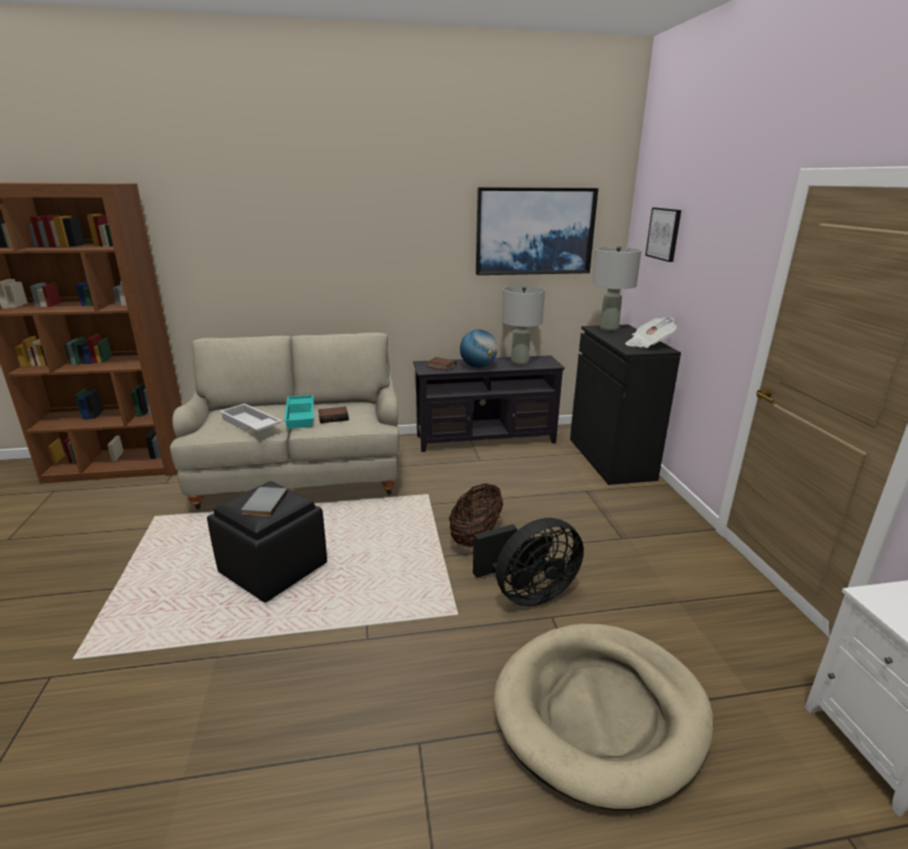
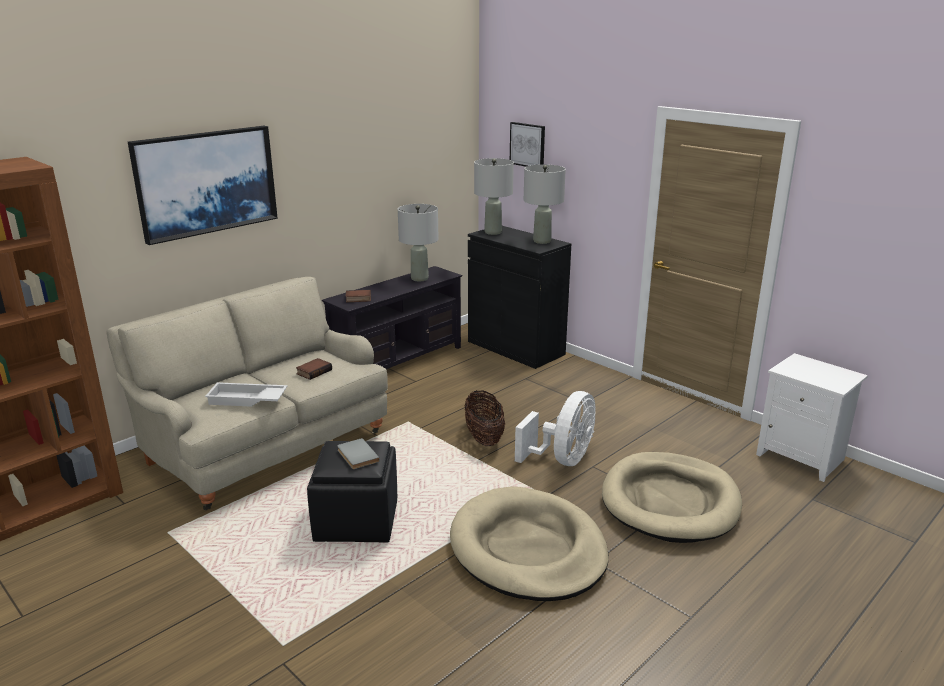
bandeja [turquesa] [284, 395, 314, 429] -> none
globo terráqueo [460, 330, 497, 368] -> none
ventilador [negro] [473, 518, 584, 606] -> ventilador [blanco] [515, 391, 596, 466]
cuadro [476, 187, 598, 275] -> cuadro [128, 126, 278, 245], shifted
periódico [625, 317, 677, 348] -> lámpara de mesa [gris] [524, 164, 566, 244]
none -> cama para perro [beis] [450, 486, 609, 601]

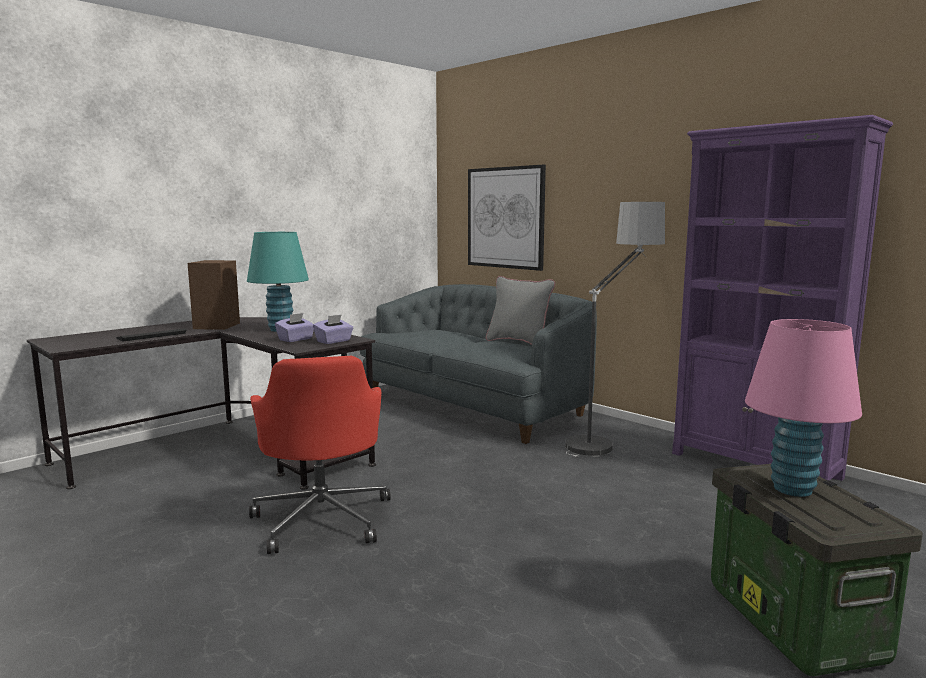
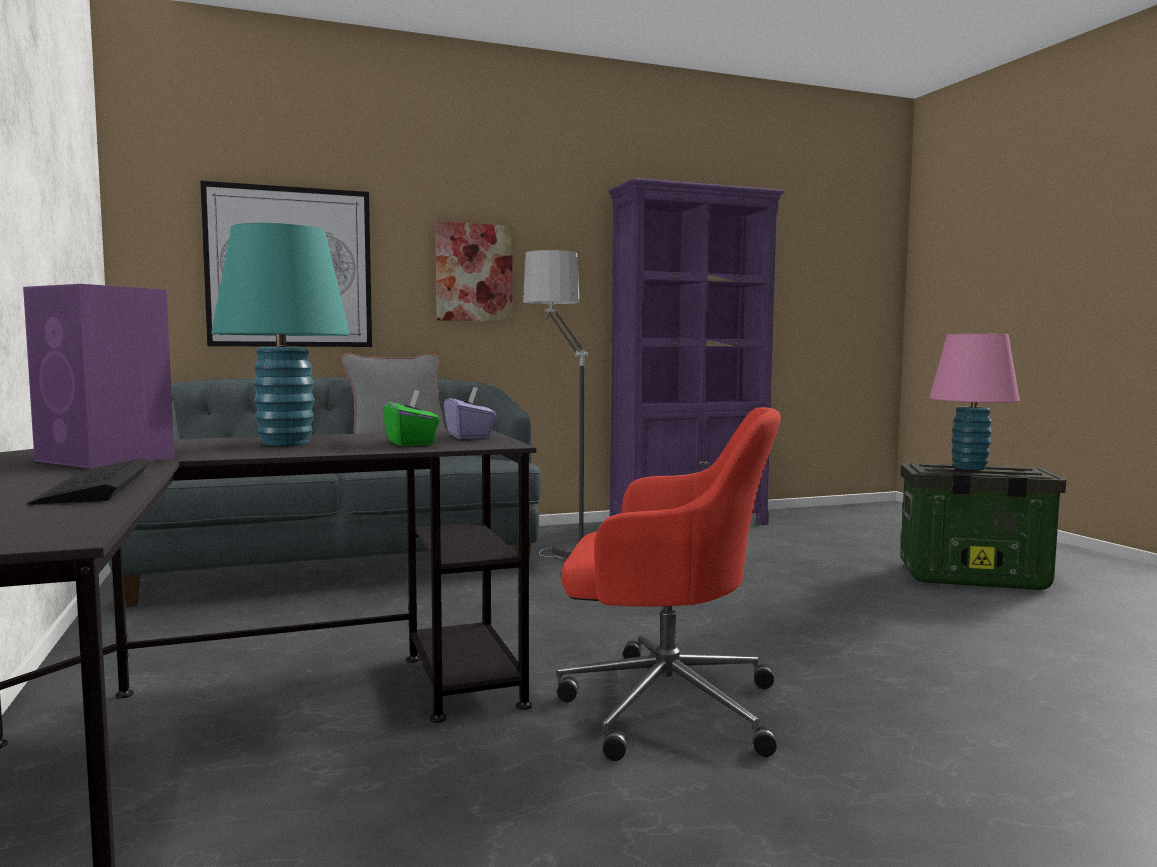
altavoz [marrón] [188, 260, 240, 330] -> altavoz [morado] [23, 284, 174, 469]
caja de pañuelos [morado] [275, 313, 314, 342] -> caja de pañuelos [verde] [383, 390, 439, 446]
none -> cuadro [435, 221, 512, 322]

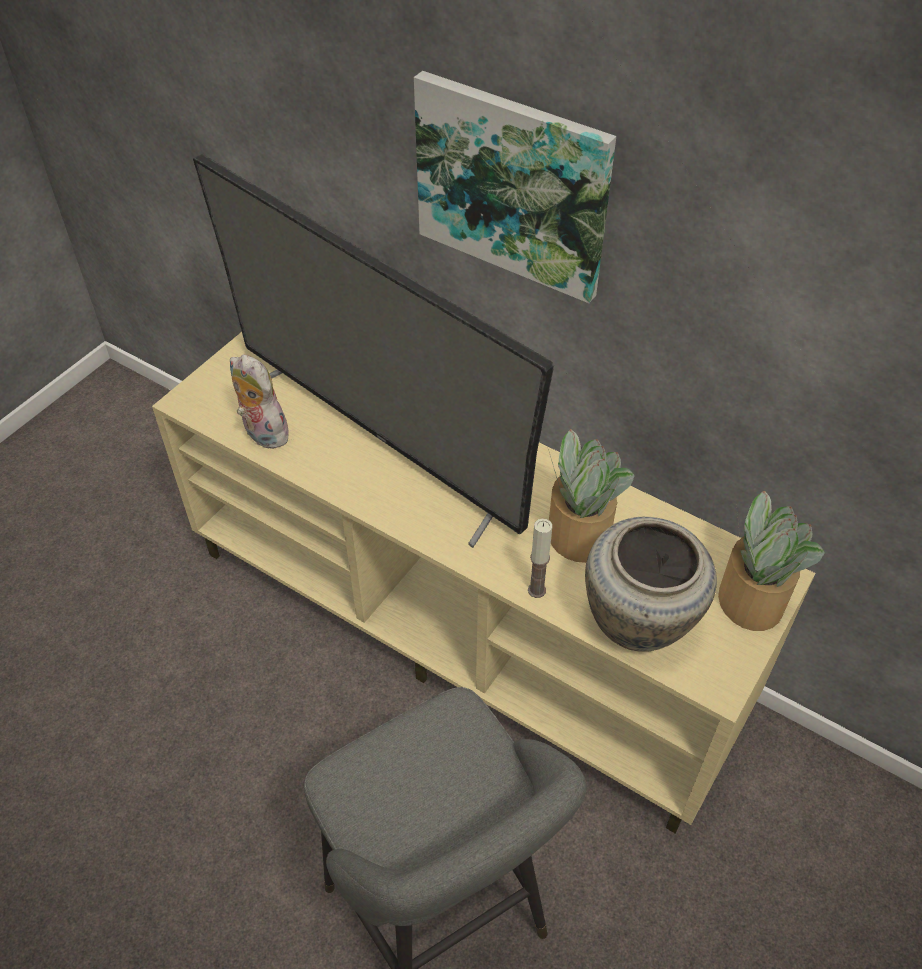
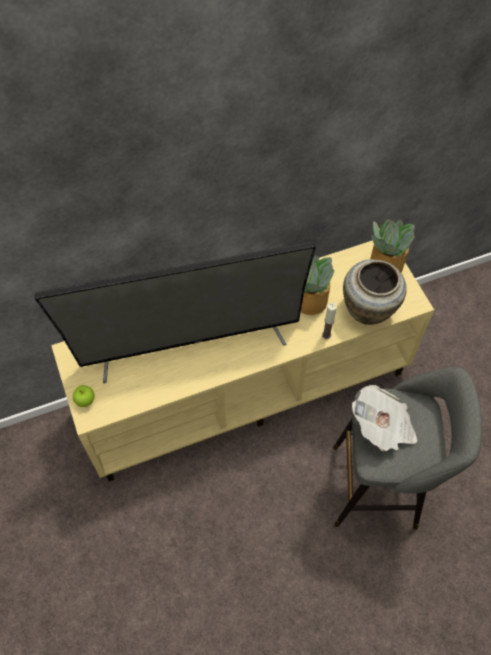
peluche [230, 355, 290, 449] -> none
cuadro [414, 71, 616, 303] -> none
none -> manzana [73, 385, 95, 407]
none -> periódico [352, 385, 417, 451]

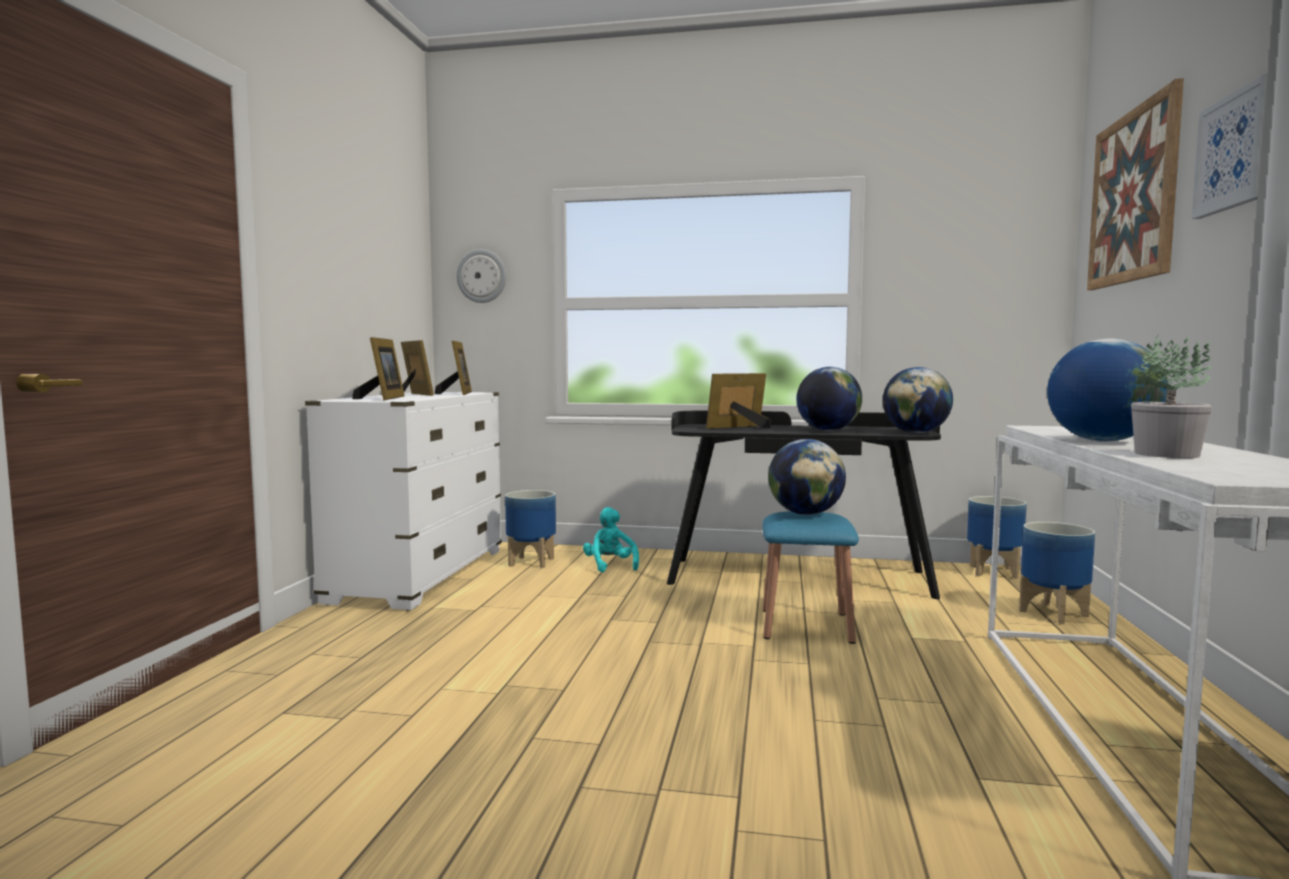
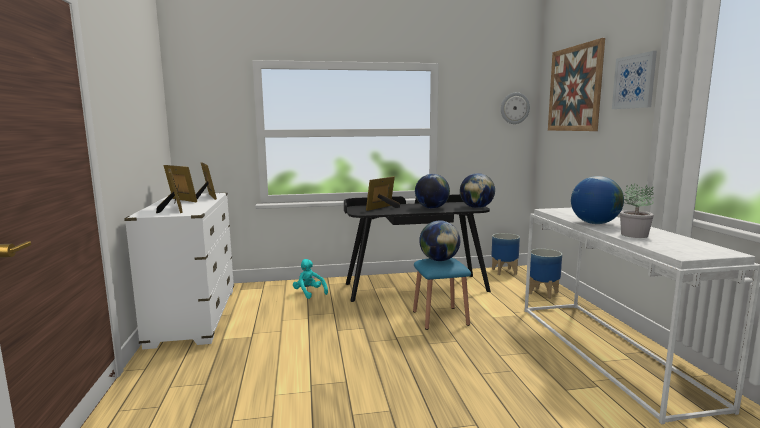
reloj de pared [456, 249, 506, 303] -> reloj de pared [501, 92, 530, 124], shifted
maceta [505, 490, 556, 568] -> none

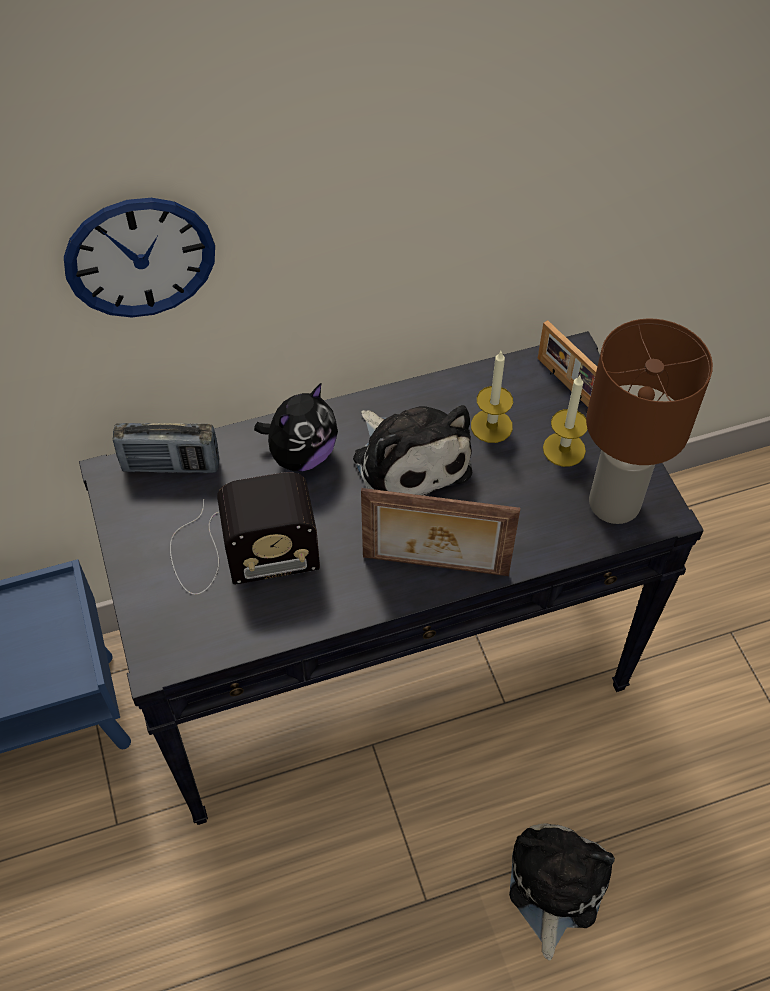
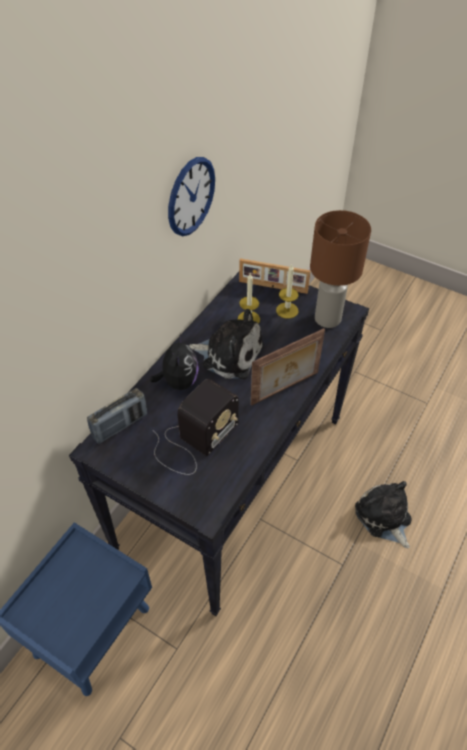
reloj de pared [64, 198, 215, 318] -> reloj de pared [168, 157, 215, 236], shifted

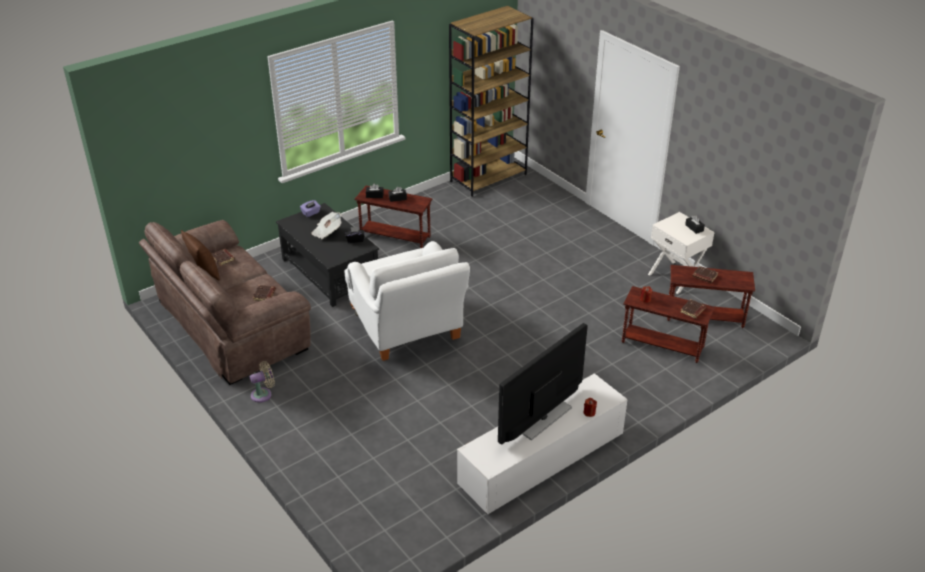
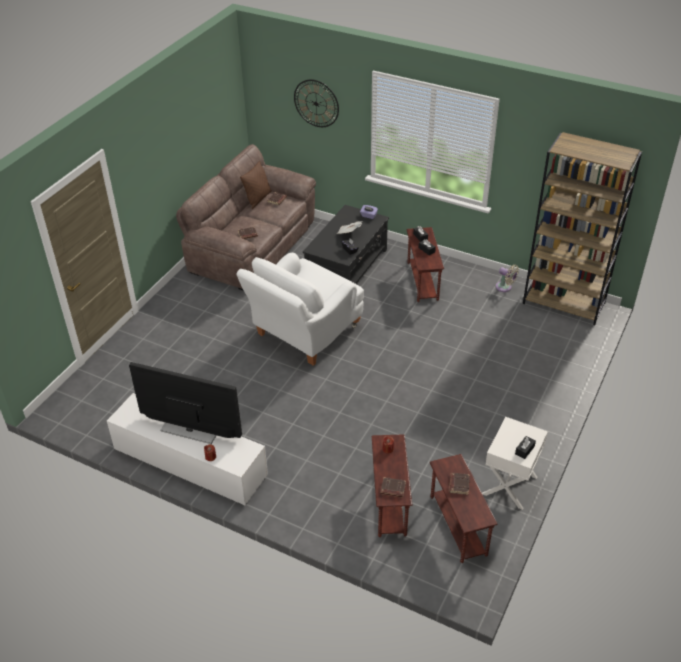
ventilador [beis] [250, 361, 275, 403] -> ventilador [beis] [495, 264, 519, 292], shifted
none -> reloj de pared [294, 79, 339, 127]

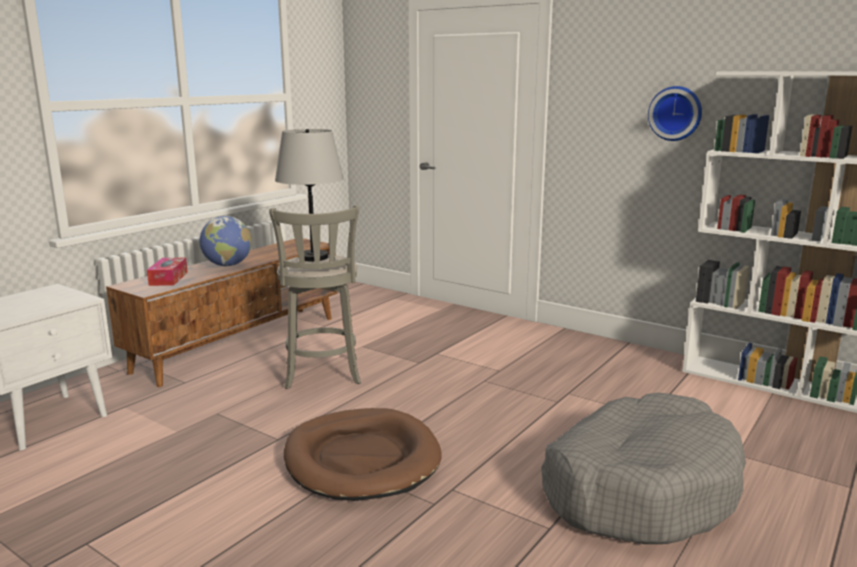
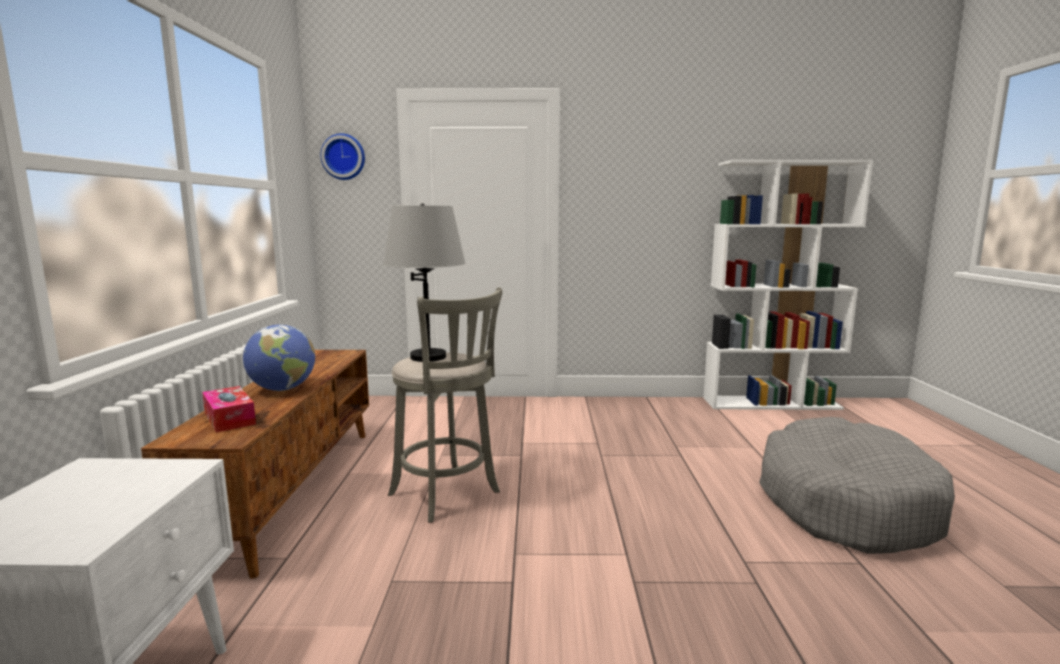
cama para perro [marrón] [284, 408, 442, 501] -> none
reloj de pared [648, 86, 702, 141] -> reloj de pared [321, 133, 365, 180], shifted

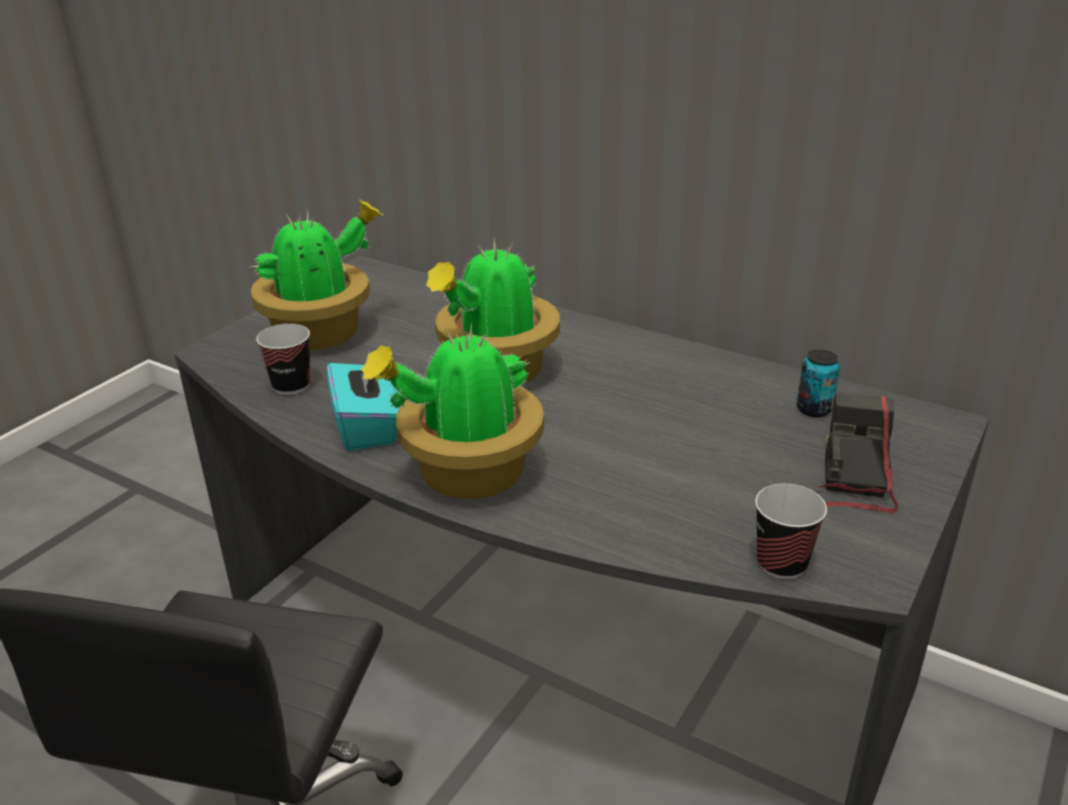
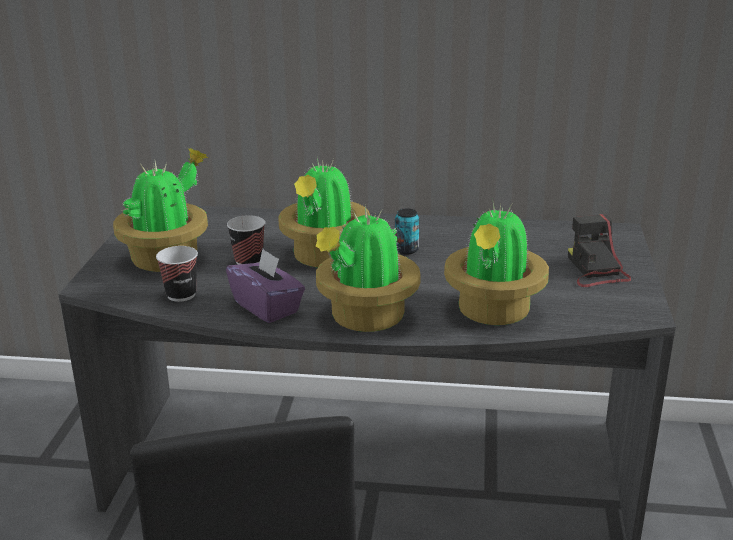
caja de pañuelos [turquesa] [327, 352, 400, 451] -> caja de pañuelos [morado] [226, 249, 305, 323]
taza [755, 484, 827, 580] -> taza [227, 215, 265, 265], shifted
lata [797, 350, 840, 417] -> lata [395, 208, 419, 255], shifted
none -> planta en maceta [444, 203, 549, 325]

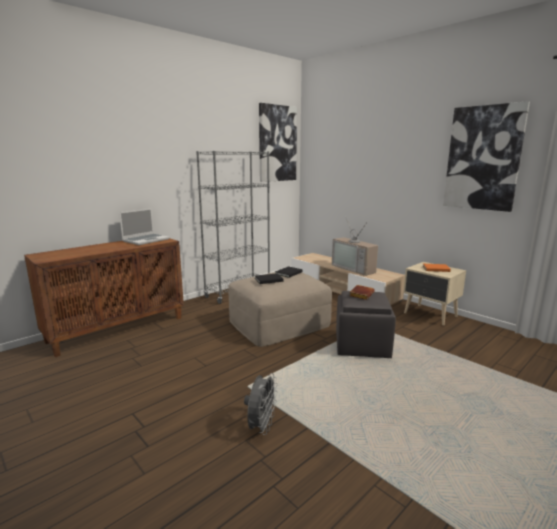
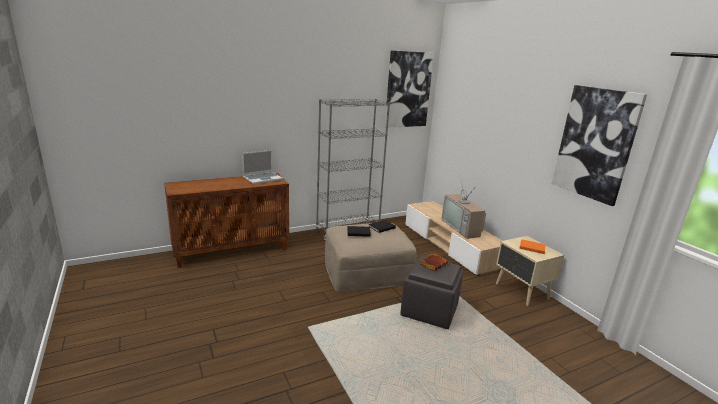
ventilador [gris] [244, 373, 278, 435] -> none

